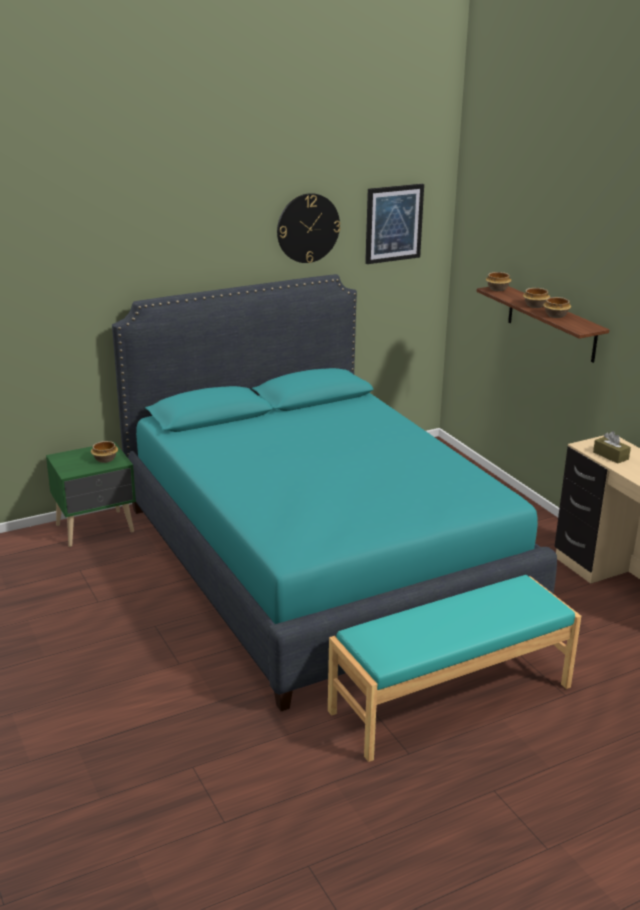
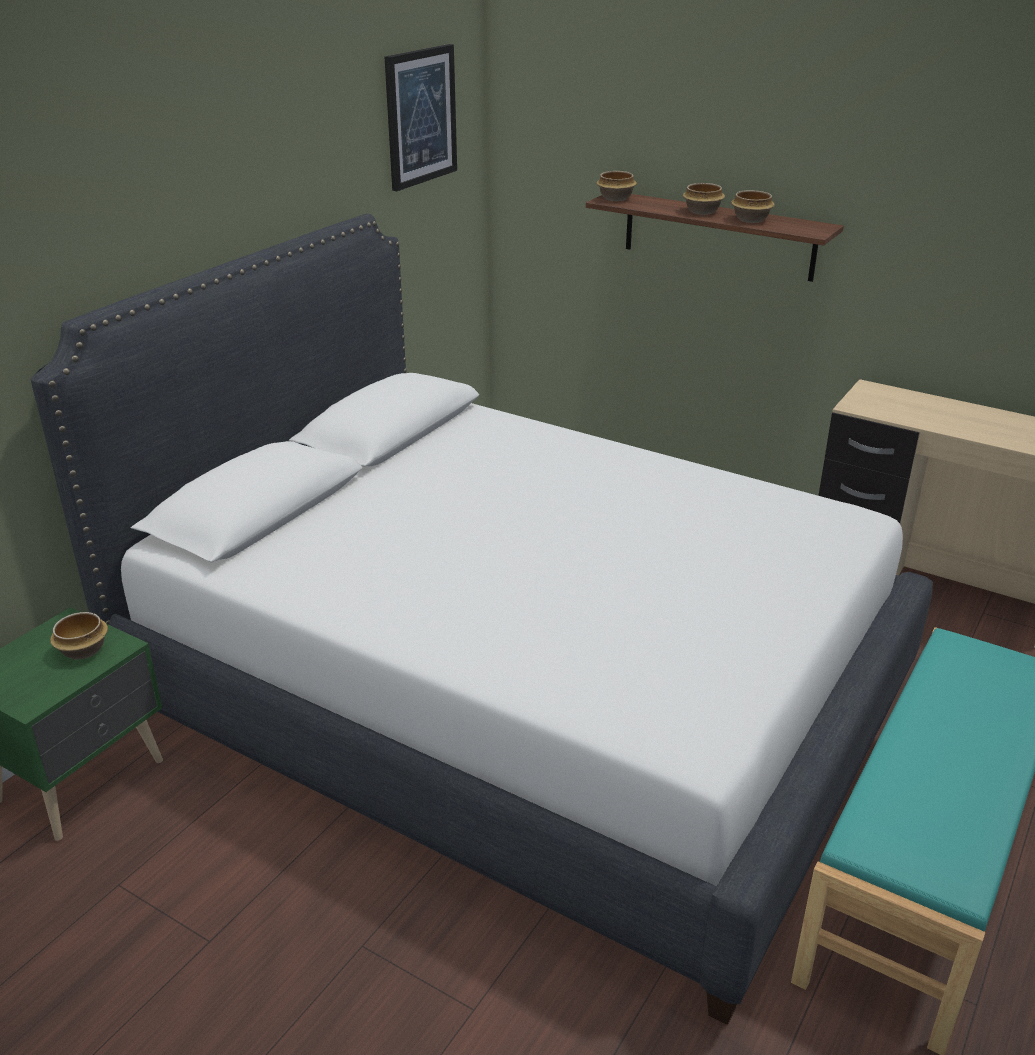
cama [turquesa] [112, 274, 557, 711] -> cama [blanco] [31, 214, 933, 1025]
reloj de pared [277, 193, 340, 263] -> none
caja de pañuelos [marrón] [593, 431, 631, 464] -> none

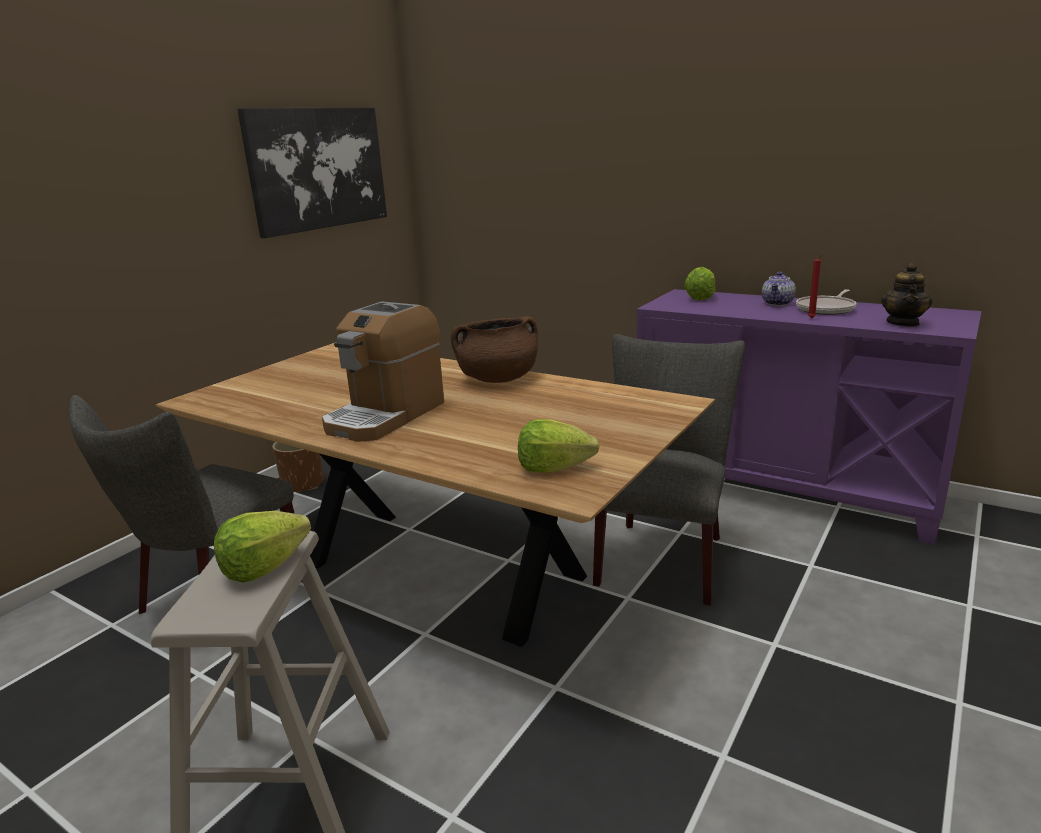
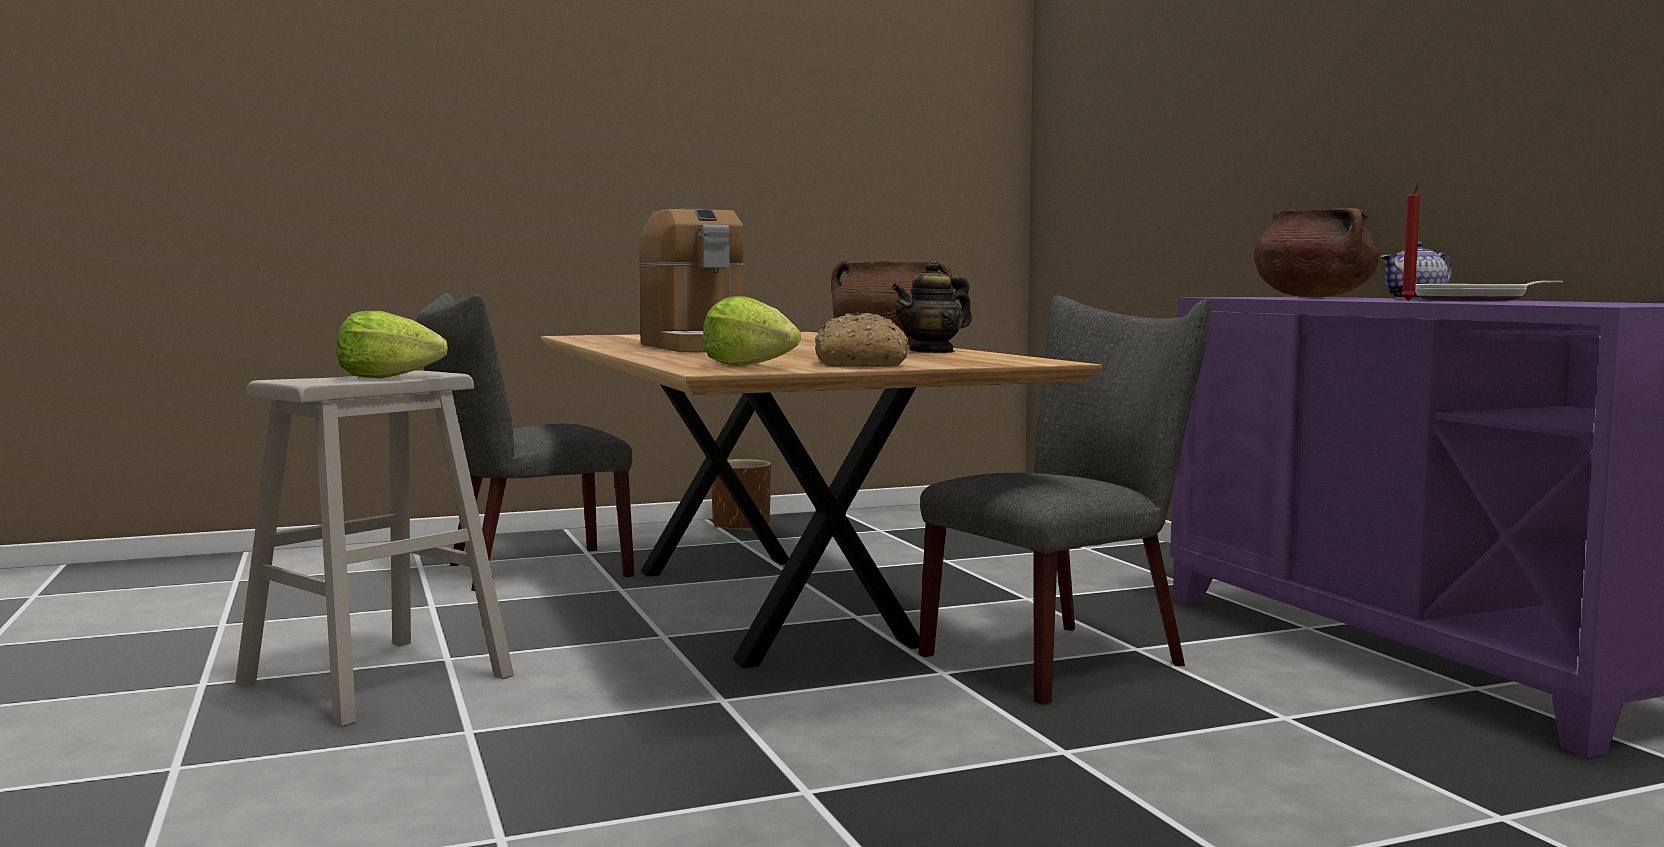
cuadro [237, 108, 387, 238] -> none
cafetera [322, 301, 444, 442] -> cafetera [639, 207, 745, 352], 90 degrees counterclockwise
lechuga [684, 267, 716, 300] -> olla [marrón] [1254, 208, 1379, 297]
tetera [881, 263, 932, 327] -> tetera [891, 259, 972, 353], shifted
none -> pan [815, 313, 909, 367]

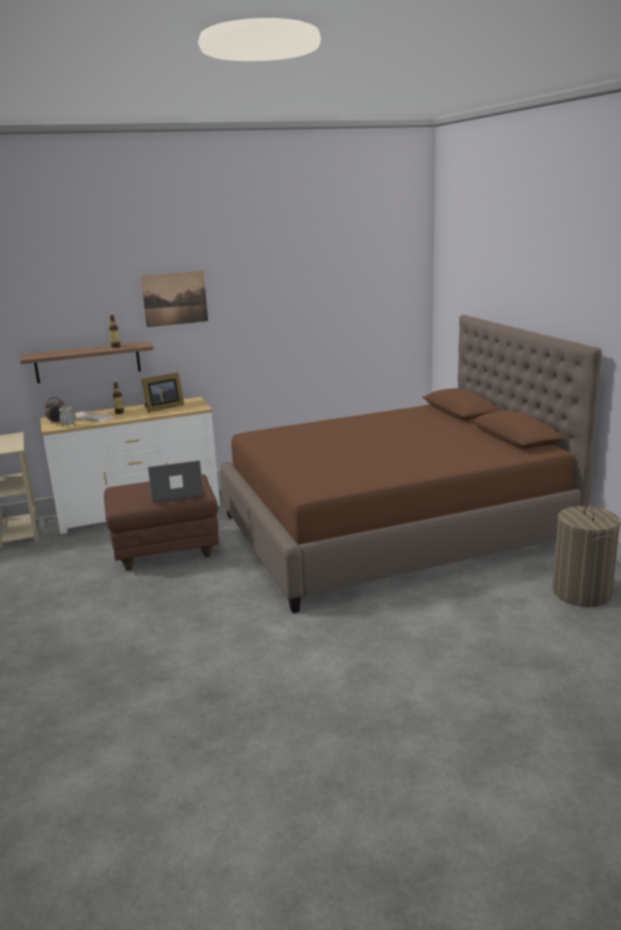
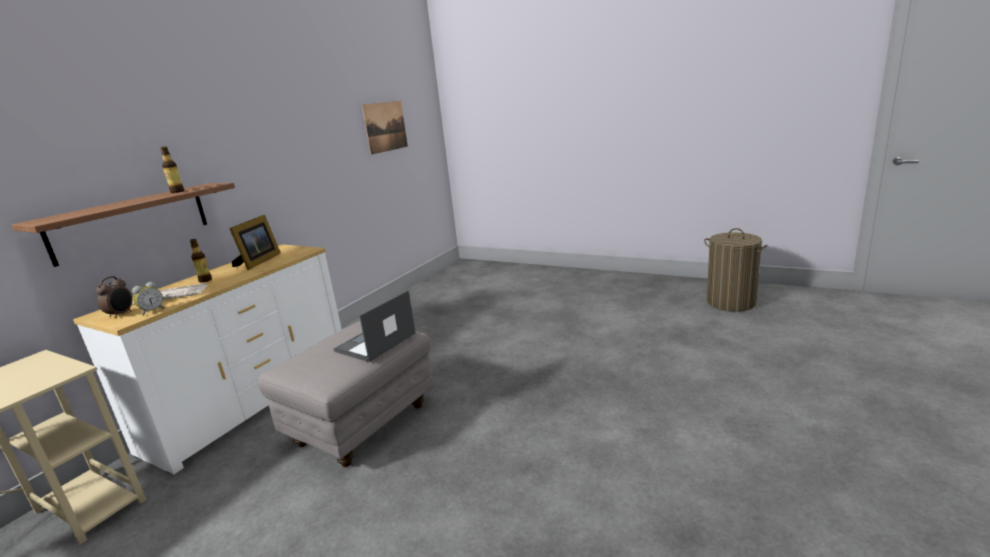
puf [marrón] [104, 474, 219, 570] -> puf [gris] [258, 321, 434, 467]
cuadro [141, 271, 208, 327] -> cuadro [362, 101, 408, 155], shifted
cama [marrón] [220, 315, 602, 613] -> none

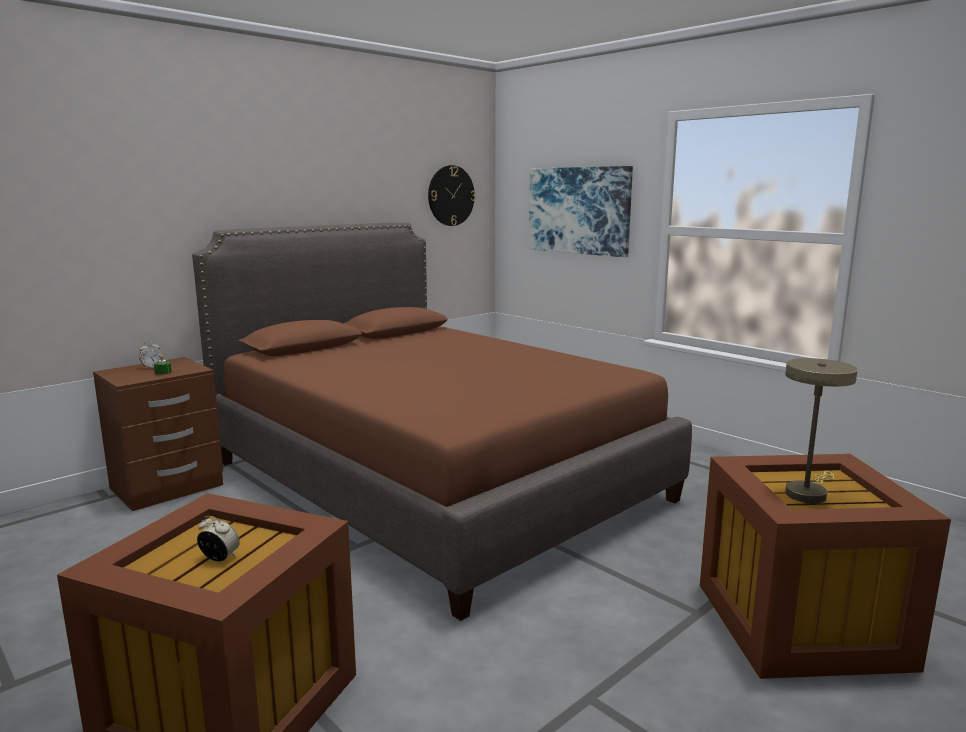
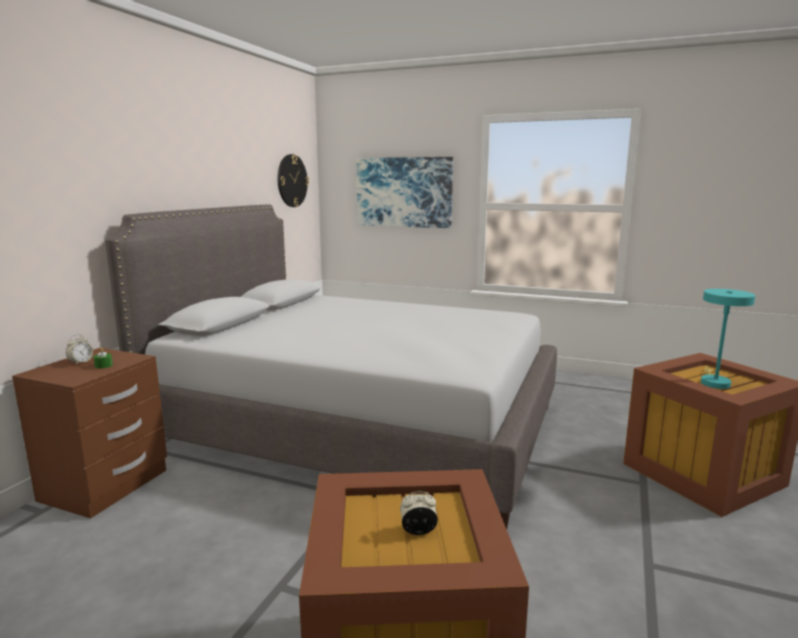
cama [marrón] [192, 222, 692, 621] -> cama [gris] [105, 204, 557, 529]
lámpara de mesa [beis] [785, 358, 858, 503] -> lámpara de mesa [turquesa] [701, 289, 756, 389]

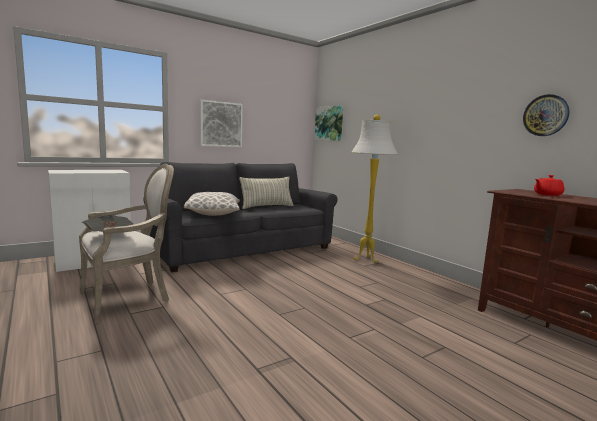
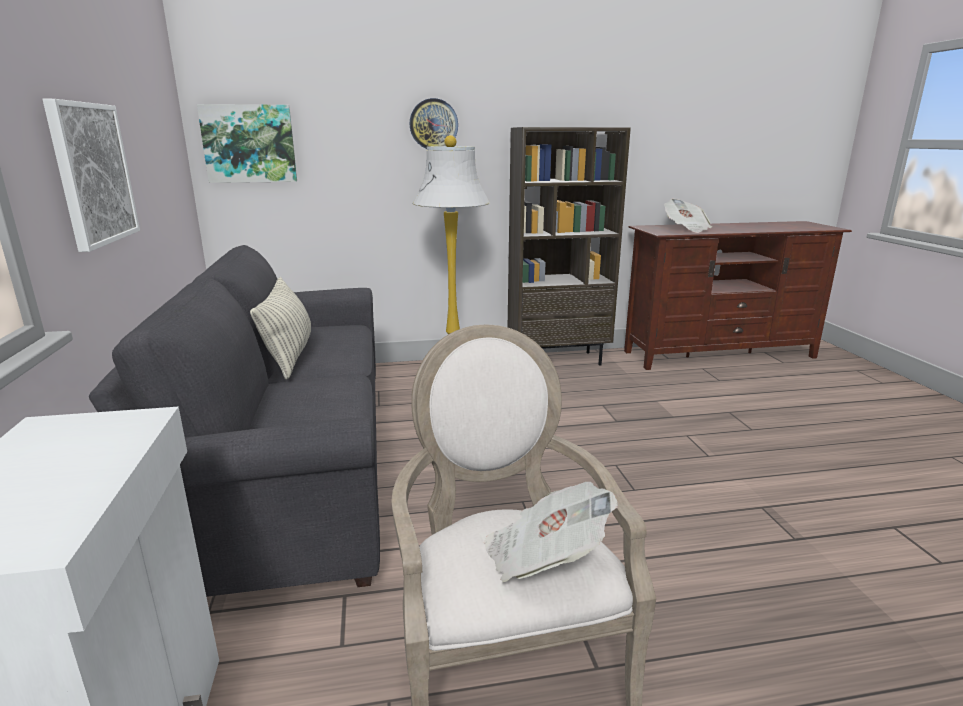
cojín [184, 192, 240, 216] -> none
reloj de pared [523, 94, 570, 136] -> reloj de pared [409, 98, 458, 149], shifted
tetera [rojo] [534, 175, 565, 196] -> periódico [664, 199, 712, 233]
none -> estantería [marrón] [508, 127, 631, 366]

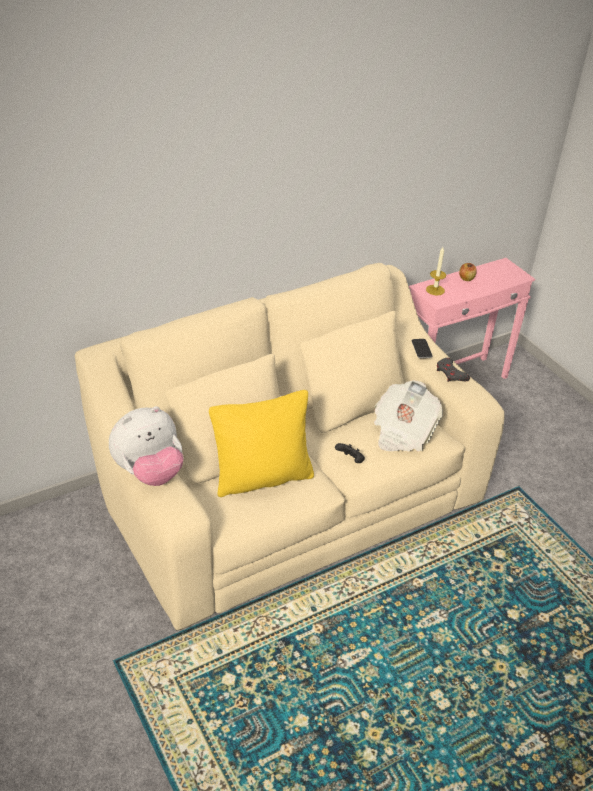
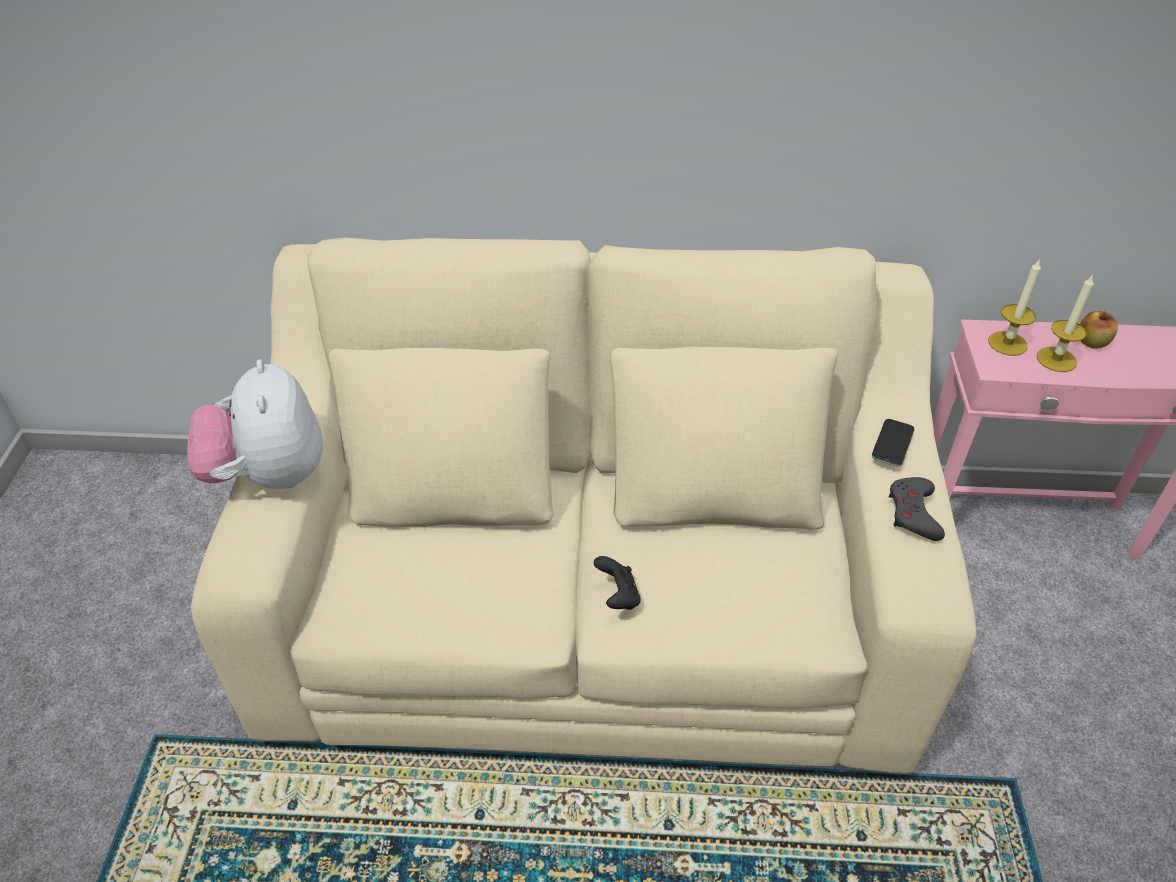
peluche [109, 406, 183, 486] -> peluche [188, 359, 323, 489], 75 degrees clockwise
cojín [amarillo] [209, 390, 314, 497] -> none
periódico [374, 380, 443, 452] -> none
none -> vela [1037, 274, 1094, 372]

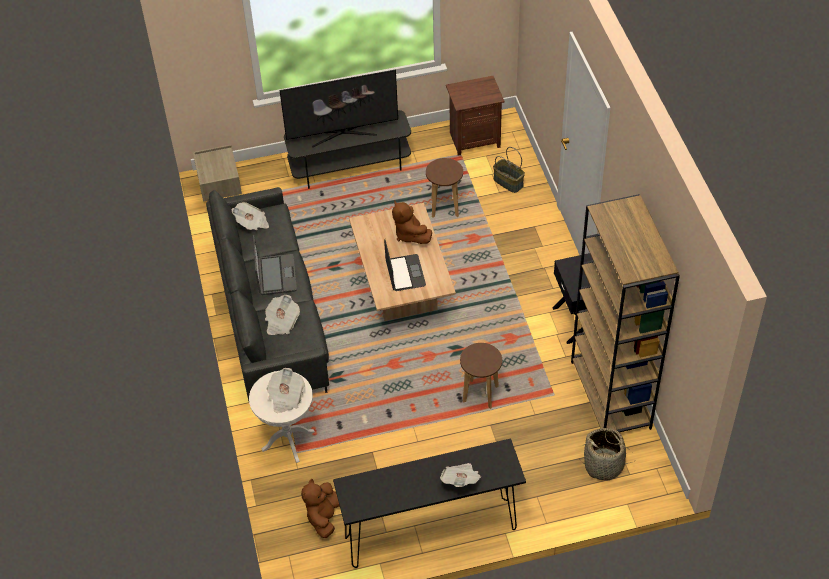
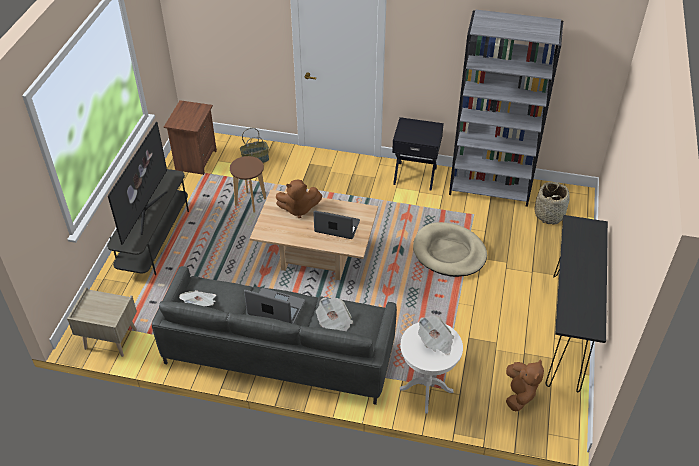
peluche [marrón] [301, 479, 340, 538] -> peluche [marrón] [506, 359, 544, 411], 120 degrees counterclockwise
periódico [440, 463, 481, 487] -> none
taburete [marrón] [460, 343, 502, 409] -> cama para perro [beis] [413, 222, 487, 277]
estantería [marrón] [571, 194, 680, 432] -> estantería [gris] [449, 10, 563, 207]

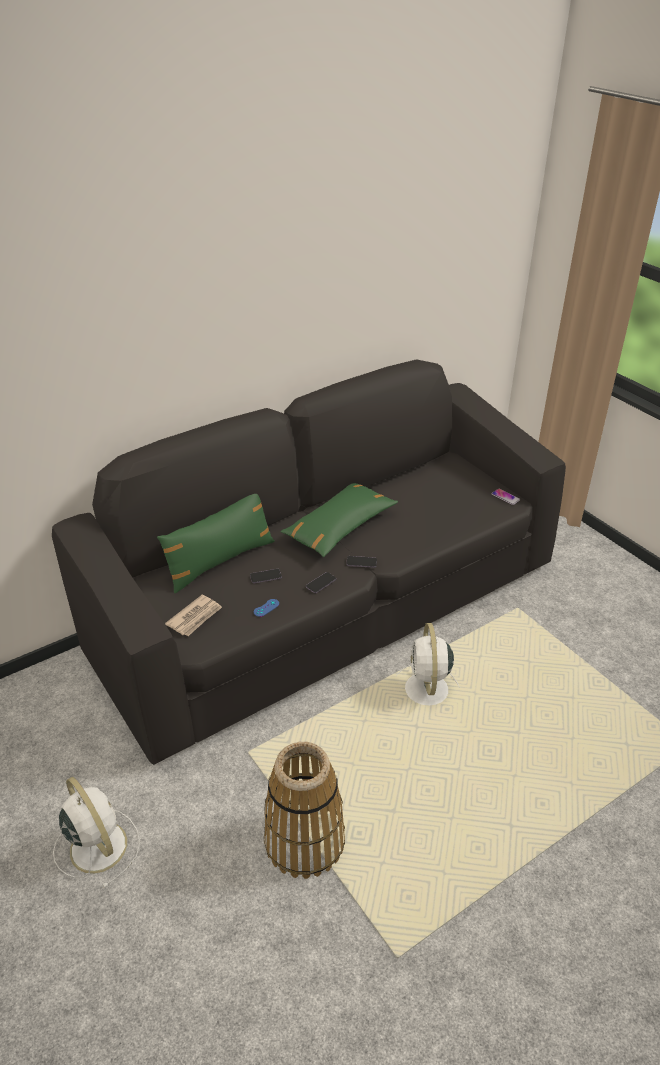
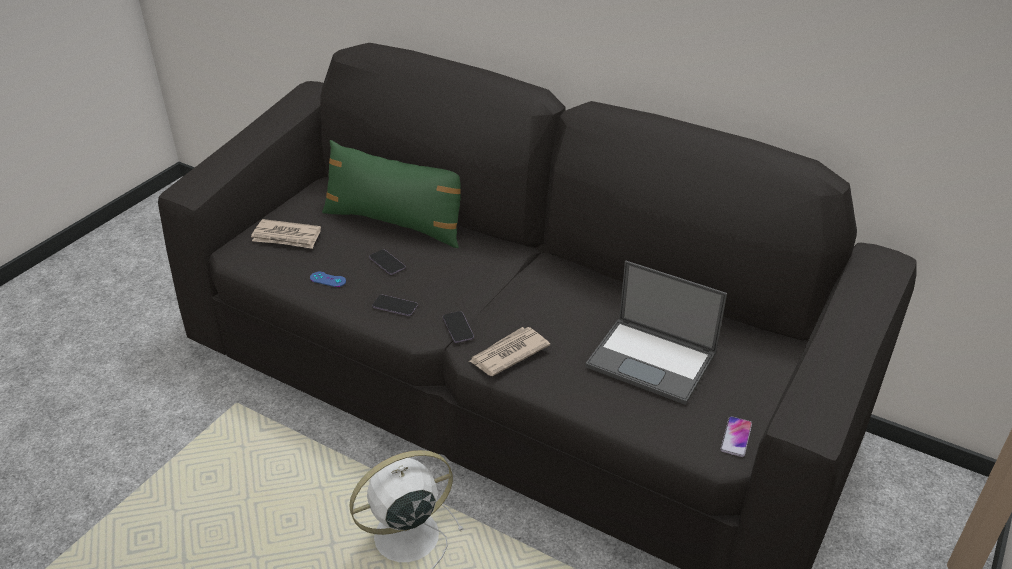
ventilador [blanco] [53, 777, 140, 888] -> none
cesta [264, 742, 345, 879] -> none
cojín [verde] [281, 483, 398, 557] -> none
none -> periódico [469, 327, 550, 376]
none -> portátil [585, 260, 727, 405]

